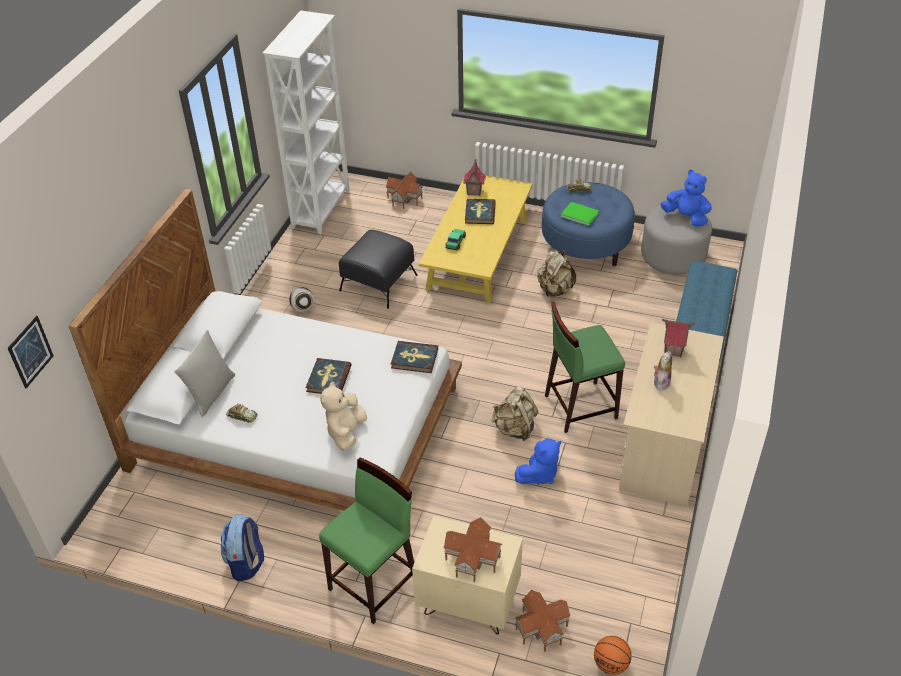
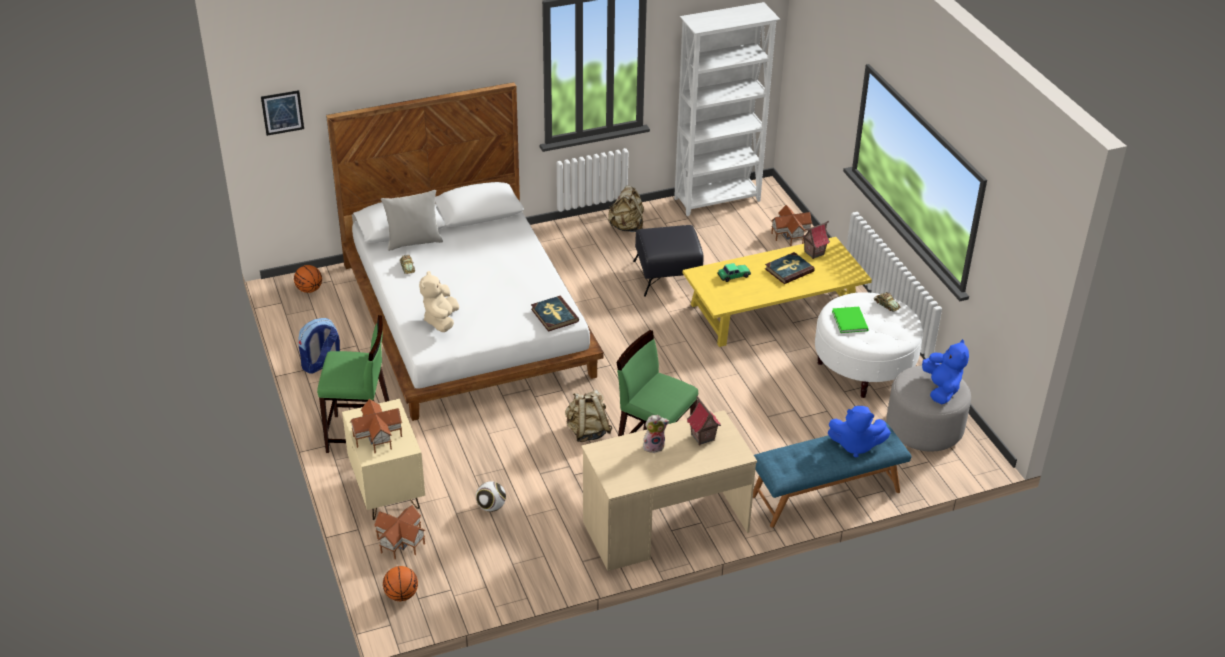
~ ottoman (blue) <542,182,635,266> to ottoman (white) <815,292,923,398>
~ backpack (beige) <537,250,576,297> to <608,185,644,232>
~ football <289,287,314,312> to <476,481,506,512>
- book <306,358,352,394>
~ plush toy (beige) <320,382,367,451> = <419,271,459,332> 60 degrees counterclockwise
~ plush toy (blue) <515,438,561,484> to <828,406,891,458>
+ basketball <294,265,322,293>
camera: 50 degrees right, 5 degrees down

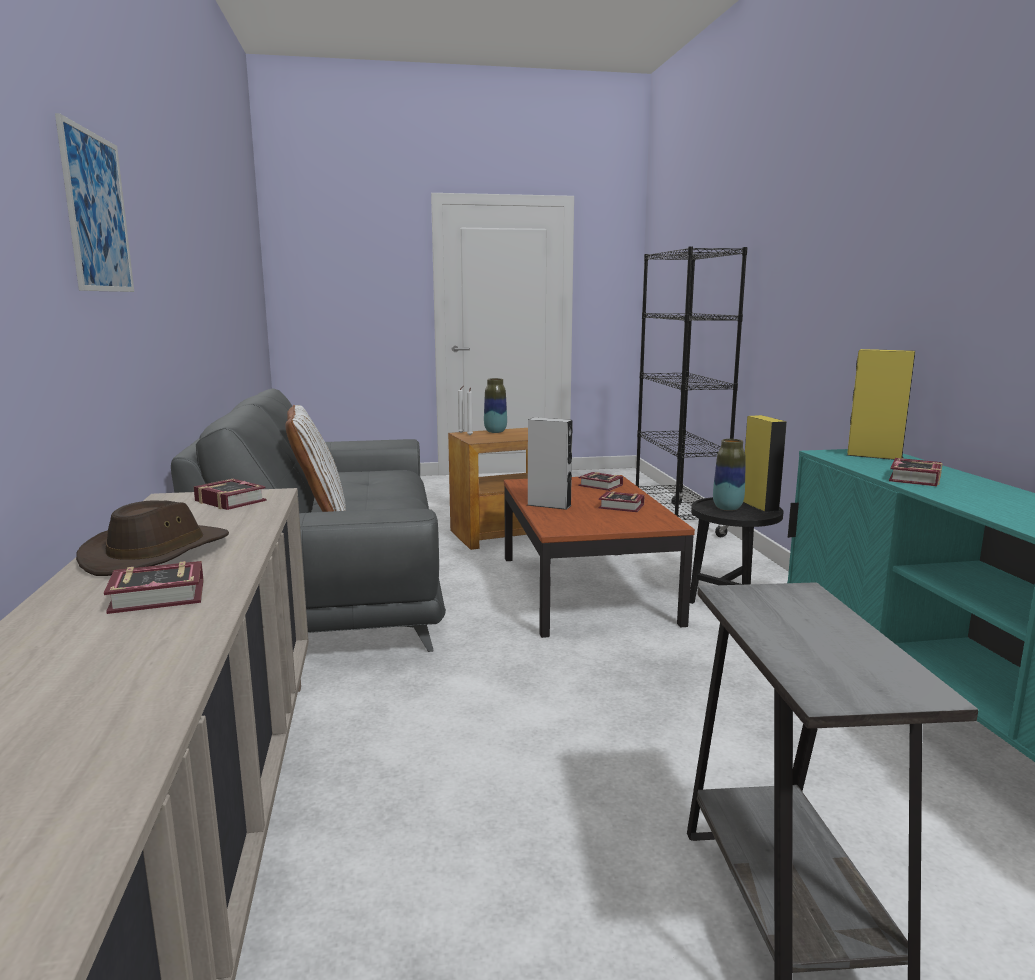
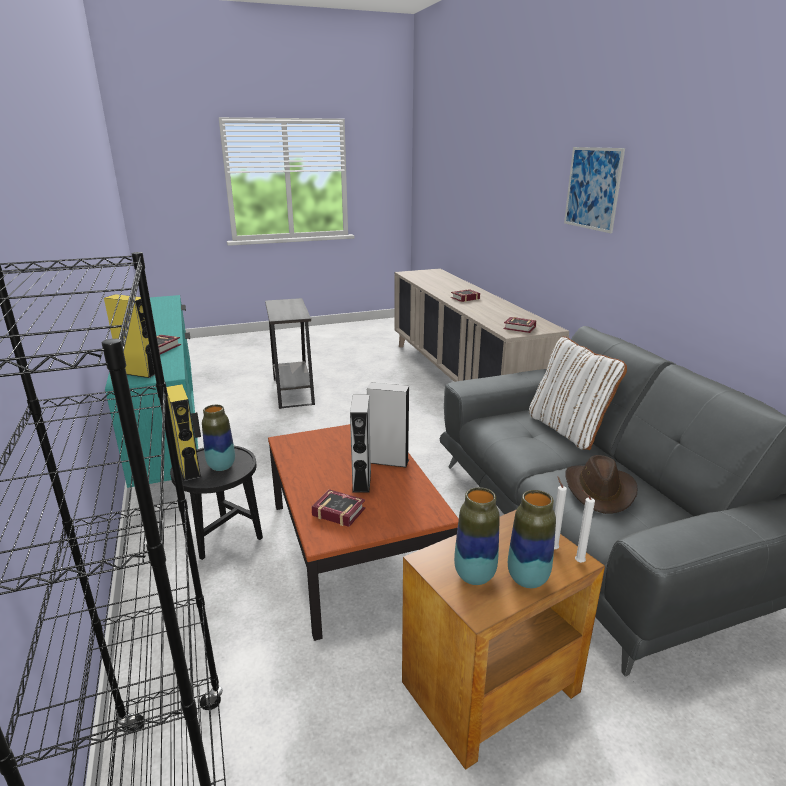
- book <598,491,645,512>
~ hat (brown) <76,500,229,576> to <565,455,637,514>
+ speaker (grey) <350,394,371,493>
+ vase <454,487,500,585>
camera: 170 degrees right, 10 degrees up

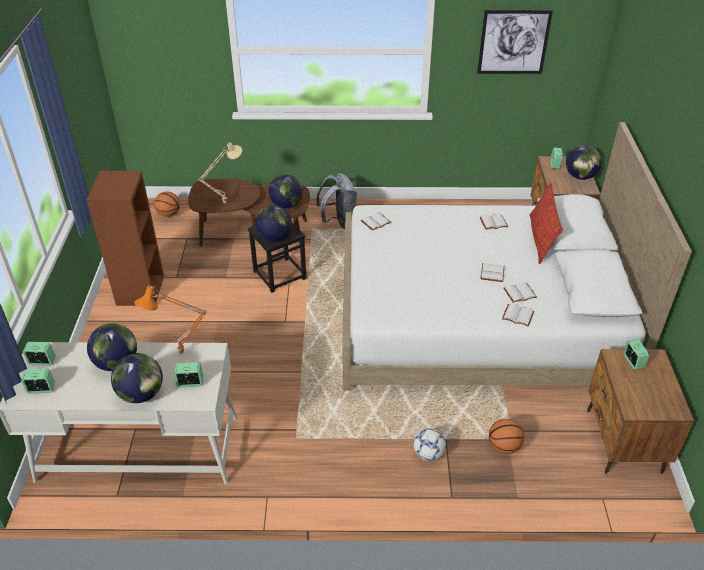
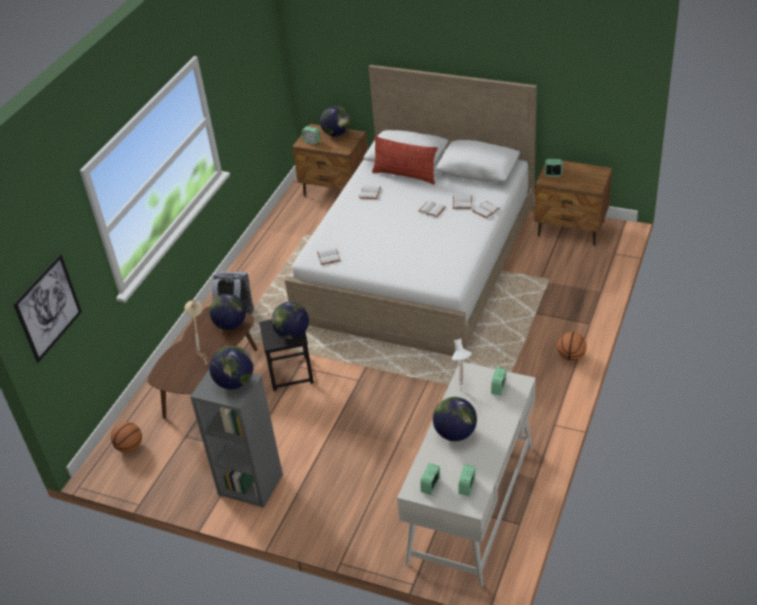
~ picture <477,10,553,74> to <13,254,82,363>
~ bookcase (brown) <87,171,164,306> to bookcase (grey) <190,370,283,507>
~ table lamp (orange) <134,286,207,355> to table lamp (white) <452,338,472,391>
~ globe <111,353,163,403> to <209,346,253,390>
~ basketball <489,419,524,454> to <557,332,587,361>
- football <414,428,446,461>
camera: 65 degrees left, 0 degrees up

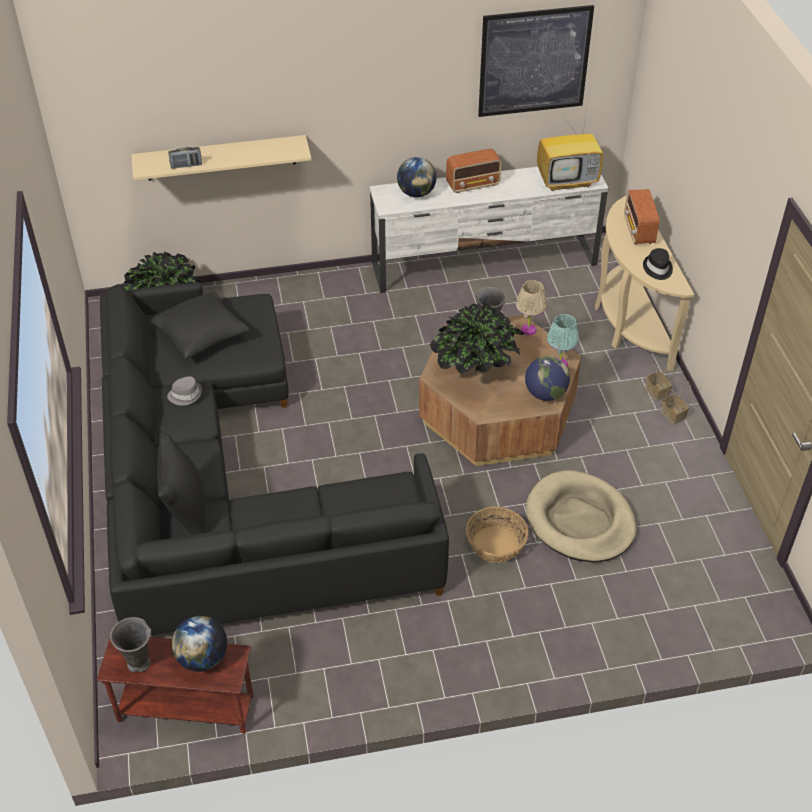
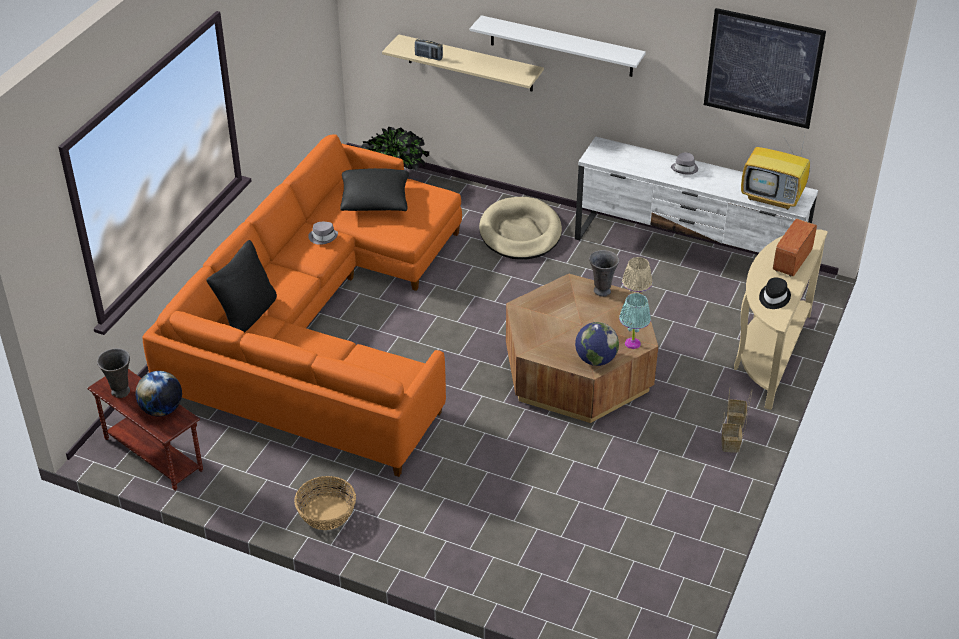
~ radio <446,149,502,193> to hat (grey) <671,152,698,175>
- globe <397,157,437,197>
~ sofa (black) <100,282,449,635> to sofa (orange) <143,134,462,477>
- potted plant <430,303,524,374>
~ dog bed (beige) <526,470,637,562> to <479,197,562,260>
~ basket <466,507,528,563> to <294,476,356,530>
+ shelf (white) <470,15,646,77>
camera: 35 degrees right, 5 degrees down

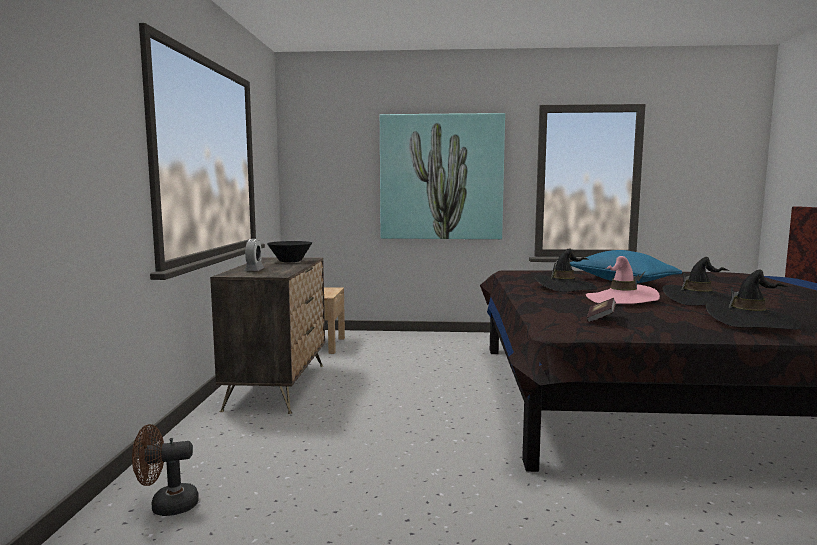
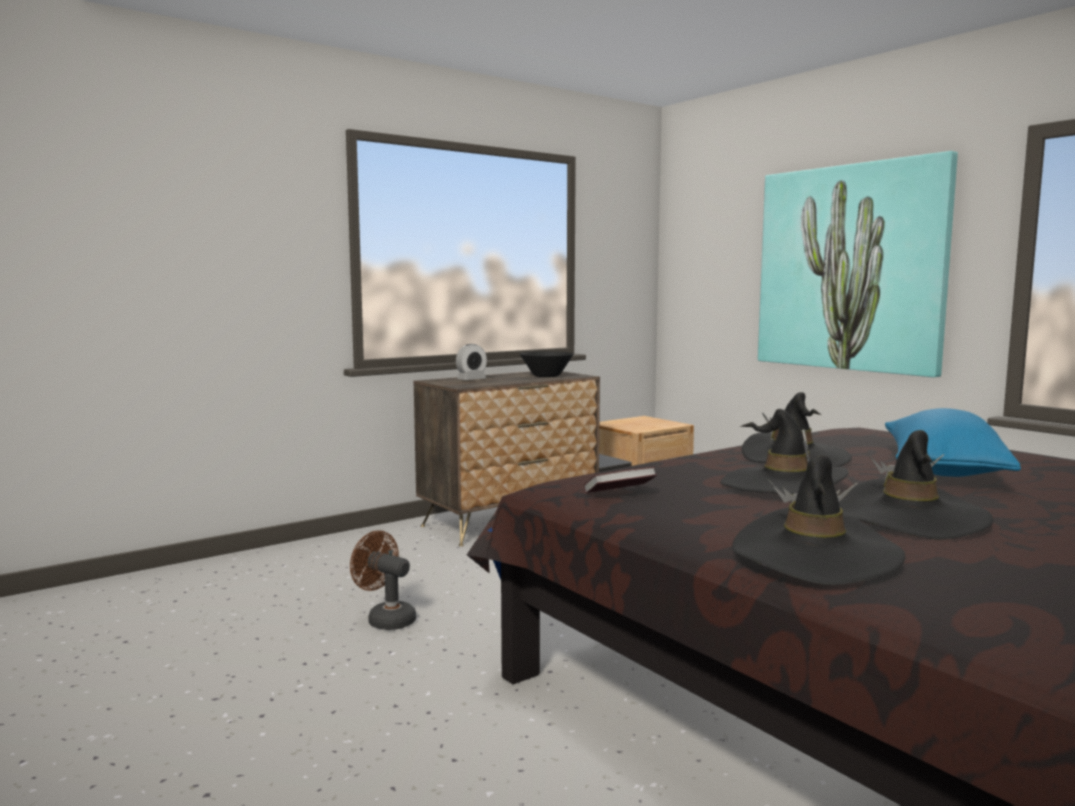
~ hat (pink) <586,256,660,304> to hat (black) <720,409,849,494>
~ fan (brown) <132,424,199,516> to <350,531,416,630>
camera: 50 degrees right, 0 degrees up

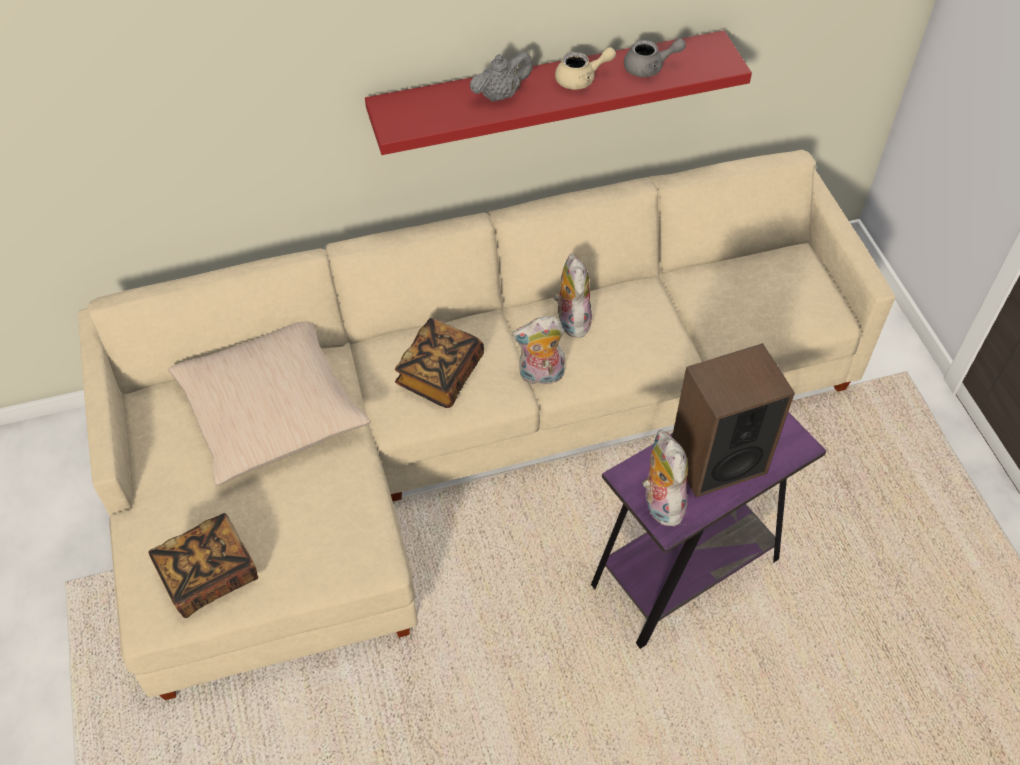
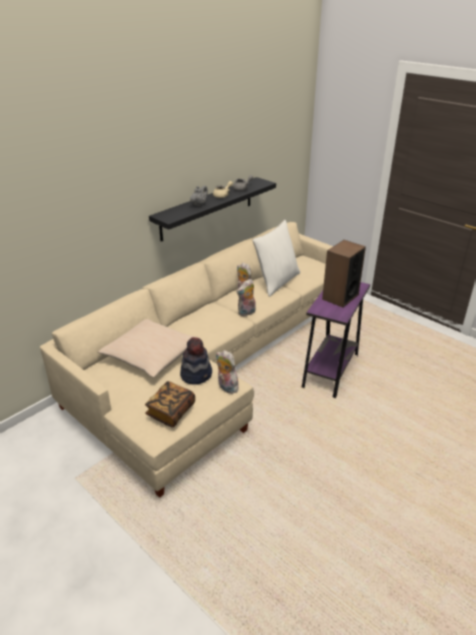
~ shelf (red) <365,30,752,155> to shelf (black) <149,177,276,241>
- book <395,318,484,408>
~ plush toy <643,429,688,526> to <216,350,239,394>
+ pillow (white) <252,220,300,297>
+ hat <180,337,212,385>
camera: 30 degrees left, 20 degrees down

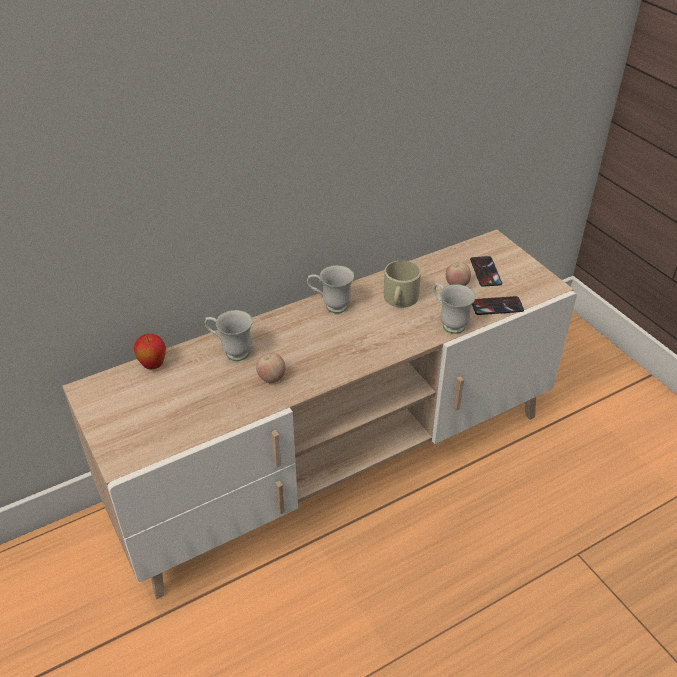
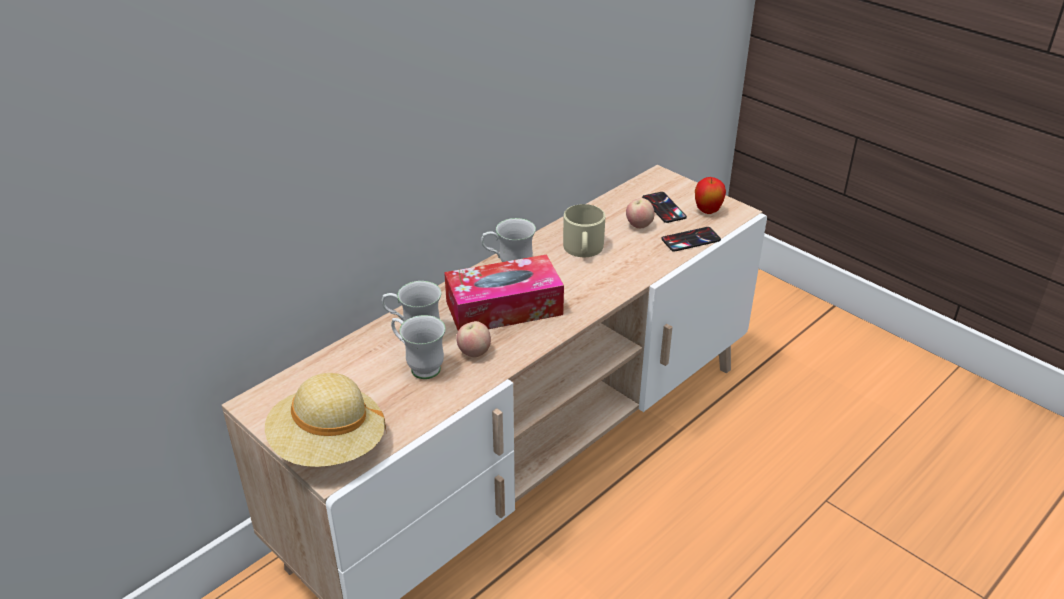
~ mug (white) <434,283,476,334> to <391,315,446,379>
~ apple <134,334,166,369> to <695,177,726,214>
+ tissue box <444,254,564,331>
+ hat (beige) <265,373,387,467>
camera: 15 degrees left, 5 degrees down

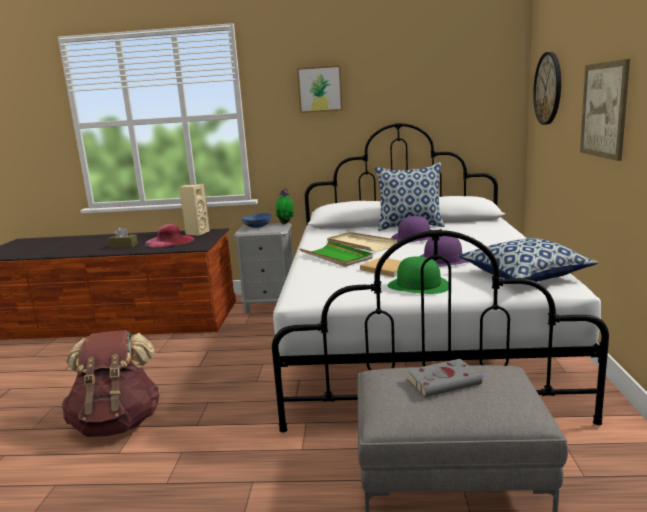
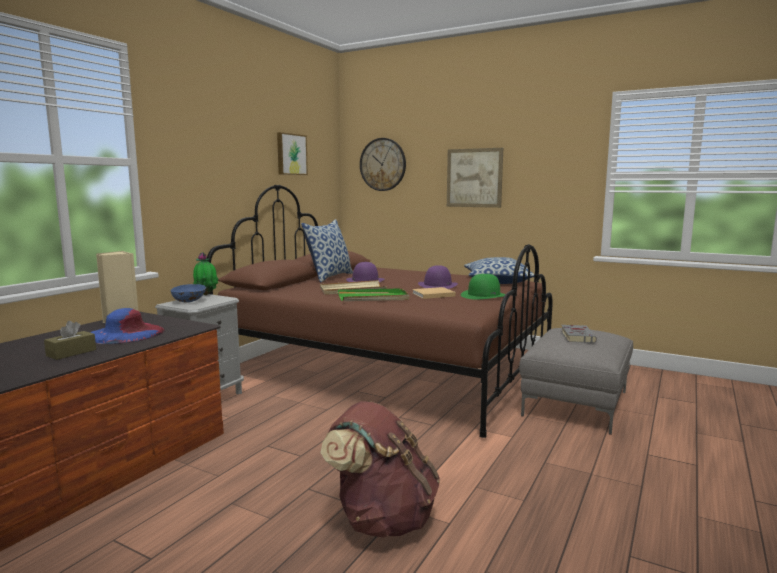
~ picture <297,65,343,113> to <277,132,308,175>
~ bed (white) <272,123,609,433> to bed (brown) <207,185,553,438>
~ hat (pink) <145,224,194,248> to hat (blue) <90,308,165,344>
camera: 65 degrees left, 5 degrees down

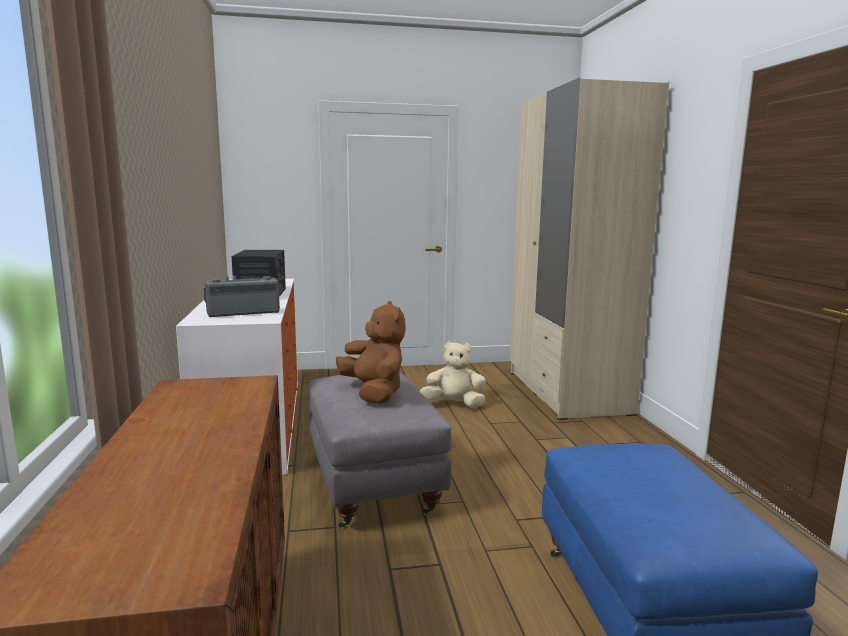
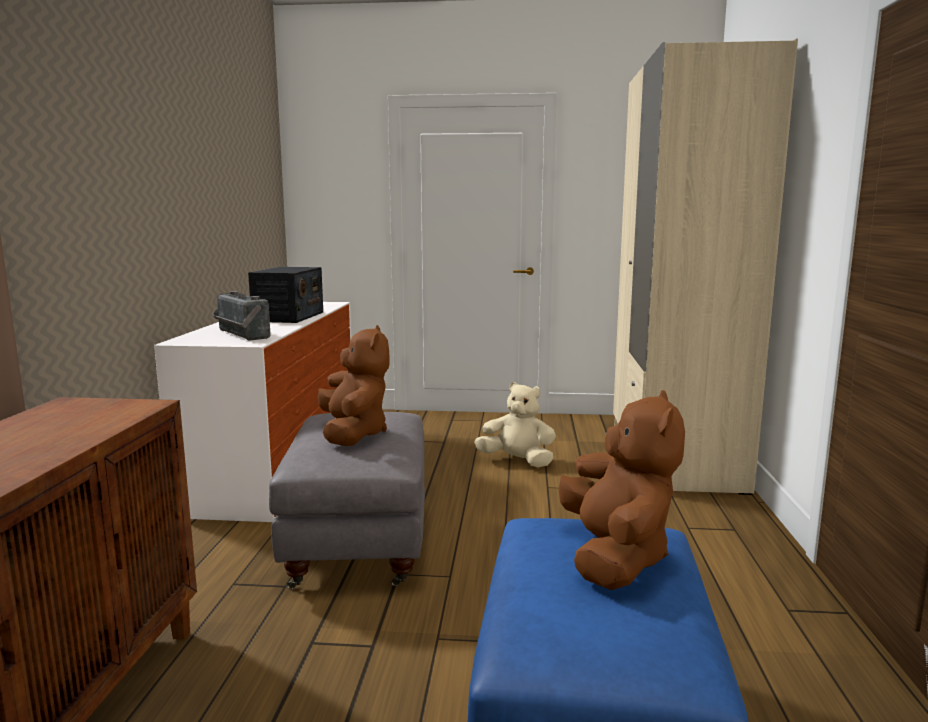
~ radio <204,276,280,318> = <212,291,271,341> 120 degrees counterclockwise
+ plush toy (brown) <558,390,685,590>
camera: 15 degrees right, 0 degrees up

